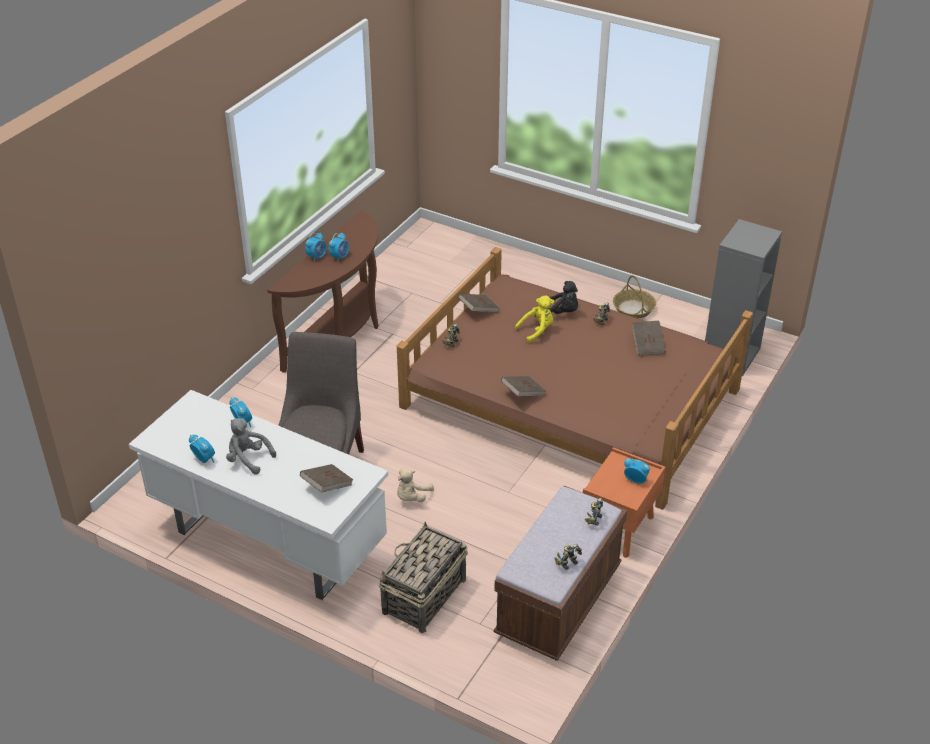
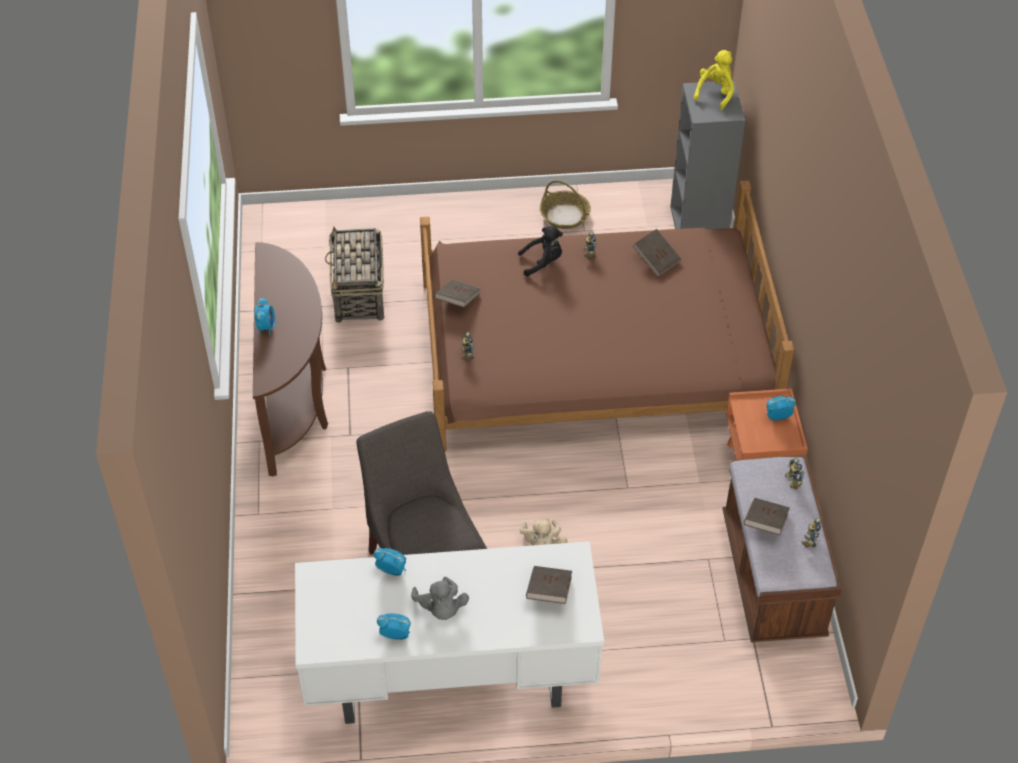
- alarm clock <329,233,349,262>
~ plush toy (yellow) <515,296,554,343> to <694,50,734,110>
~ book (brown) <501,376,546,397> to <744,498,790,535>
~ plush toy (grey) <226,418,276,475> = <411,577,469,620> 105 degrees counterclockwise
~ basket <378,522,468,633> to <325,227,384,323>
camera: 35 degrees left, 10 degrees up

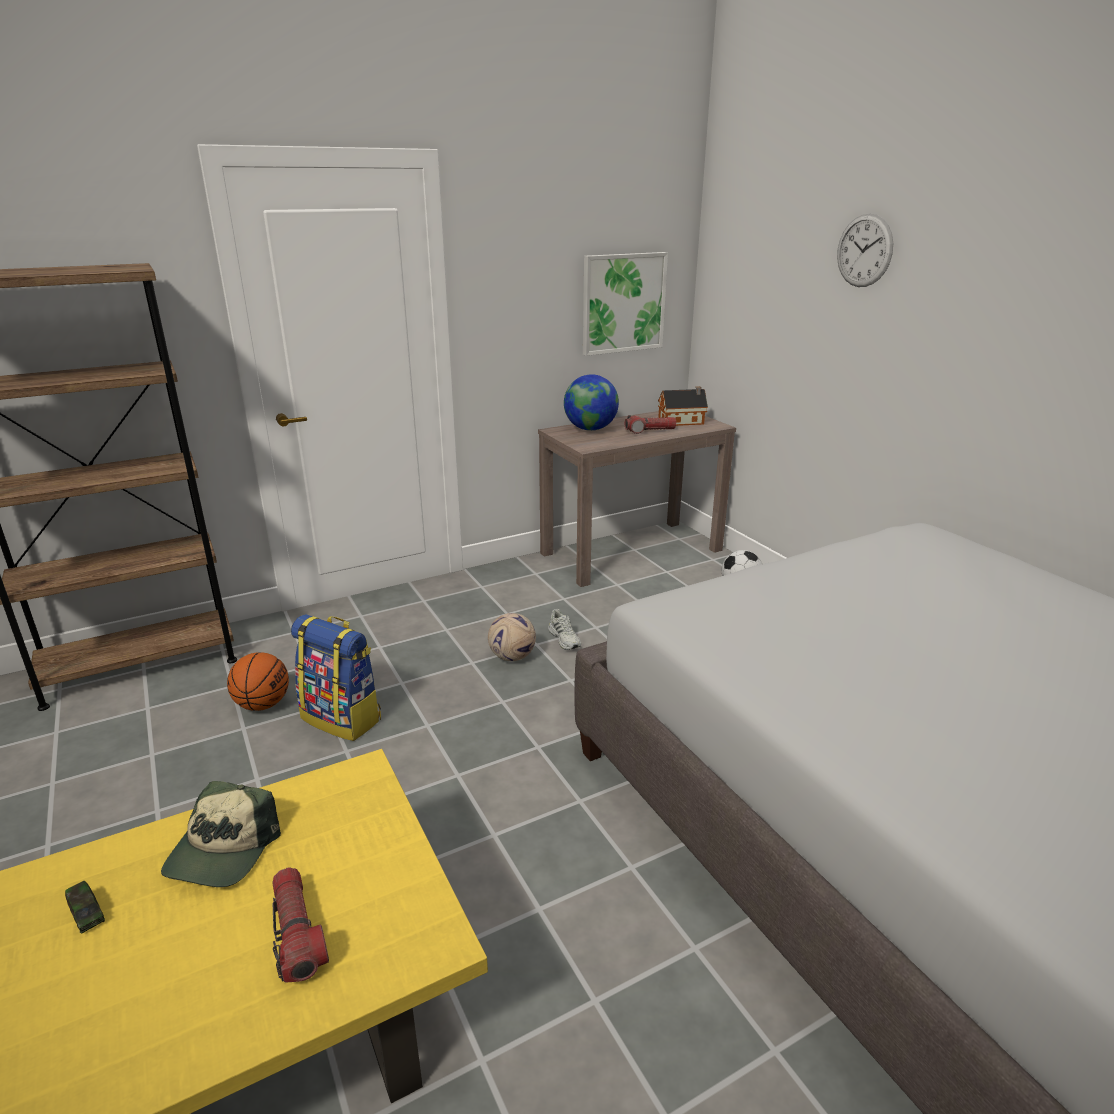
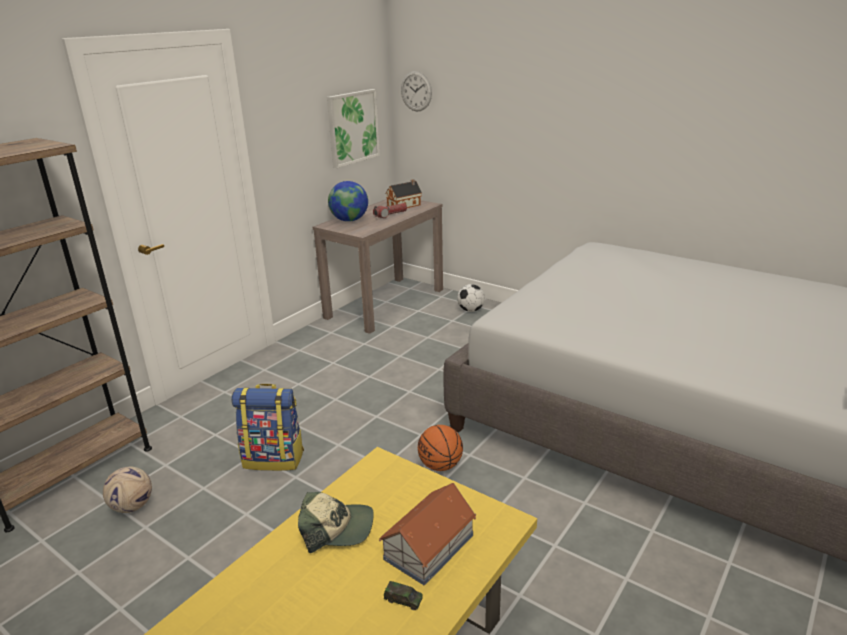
~ wall clock <837,213,893,287> to <401,71,432,111>
- shoe (white) <548,609,581,650>
~ football <488,613,536,661> to <103,466,152,513>
~ basketball <227,652,289,711> to <418,425,463,471>
~ cap <161,781,281,887> = <298,492,374,553> 75 degrees counterclockwise
~ flashlight <272,867,329,982> to toy house <379,483,477,585>
~ toy car <65,881,105,934> to <384,581,423,610>
camera: 25 degrees left, 0 degrees up

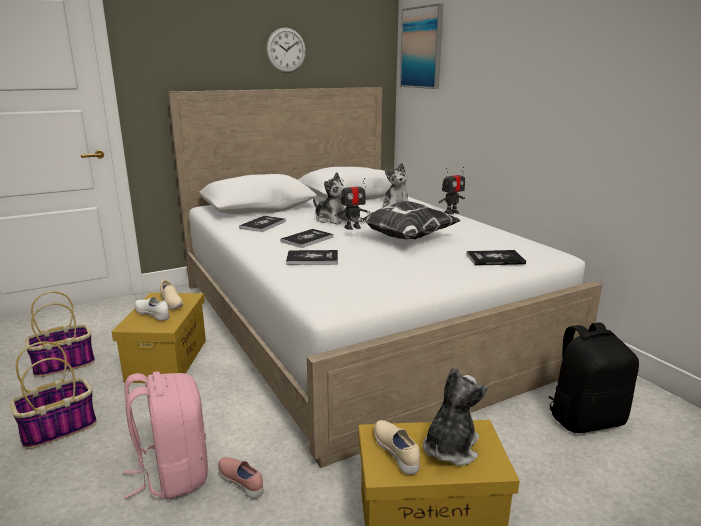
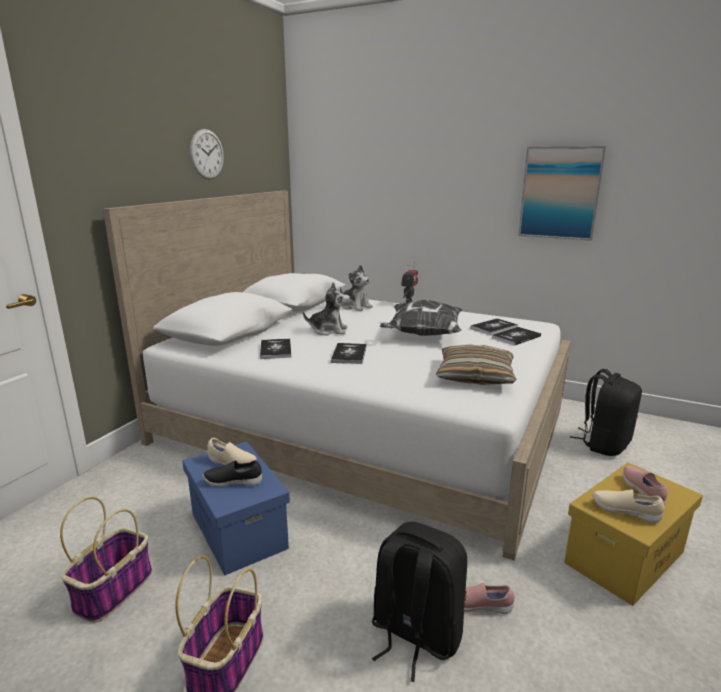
~ picture <400,3,443,89> to <518,146,606,241>
- toy robot <335,178,370,230>
~ book <286,250,338,265> to <470,318,518,335>
~ storage box (yellow) <112,292,206,383> to storage box (blue) <182,442,290,575>
~ shoe (white) <135,297,169,321> to shoe (black) <203,460,262,487>
~ plush toy <423,366,488,466> to shoe (pink) <623,466,668,507>
~ backpack (pink) <123,372,208,500> to backpack (black) <372,522,467,682>
+ pillow <436,345,517,385>
camera: 35 degrees left, 0 degrees up

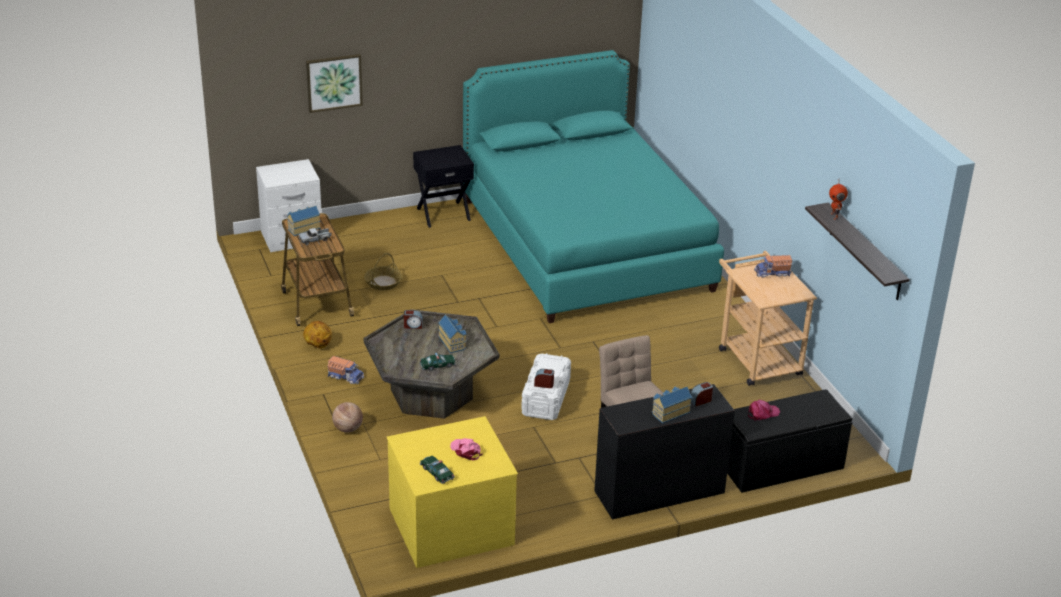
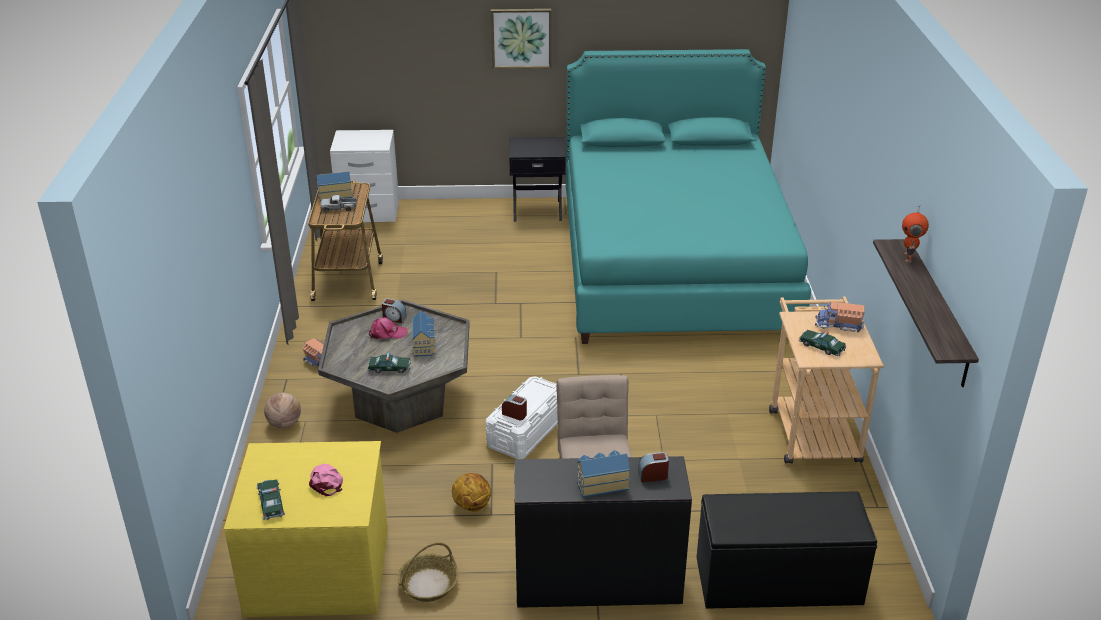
~ picture <306,54,363,113> to <491,9,552,69>
~ basket <364,253,402,290> to <397,542,459,602>
~ basketball <303,321,332,349> to <452,473,491,512>
~ cap (pink) <748,400,780,421> to <369,317,408,340>
+ toy car <799,330,846,356>
camera: 20 degrees right, 0 degrees up

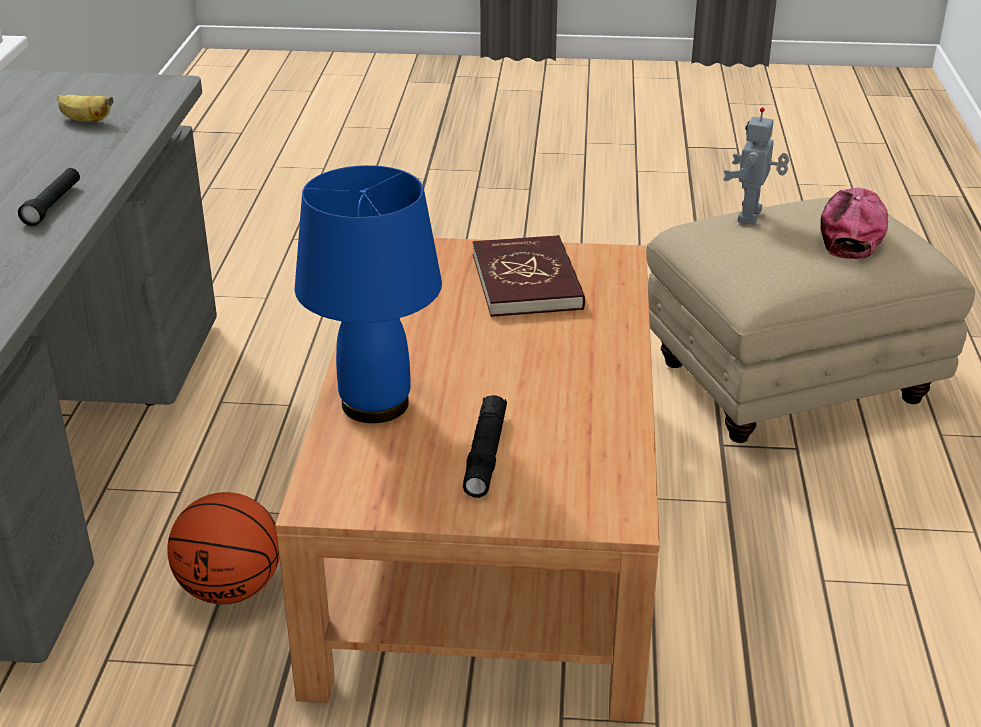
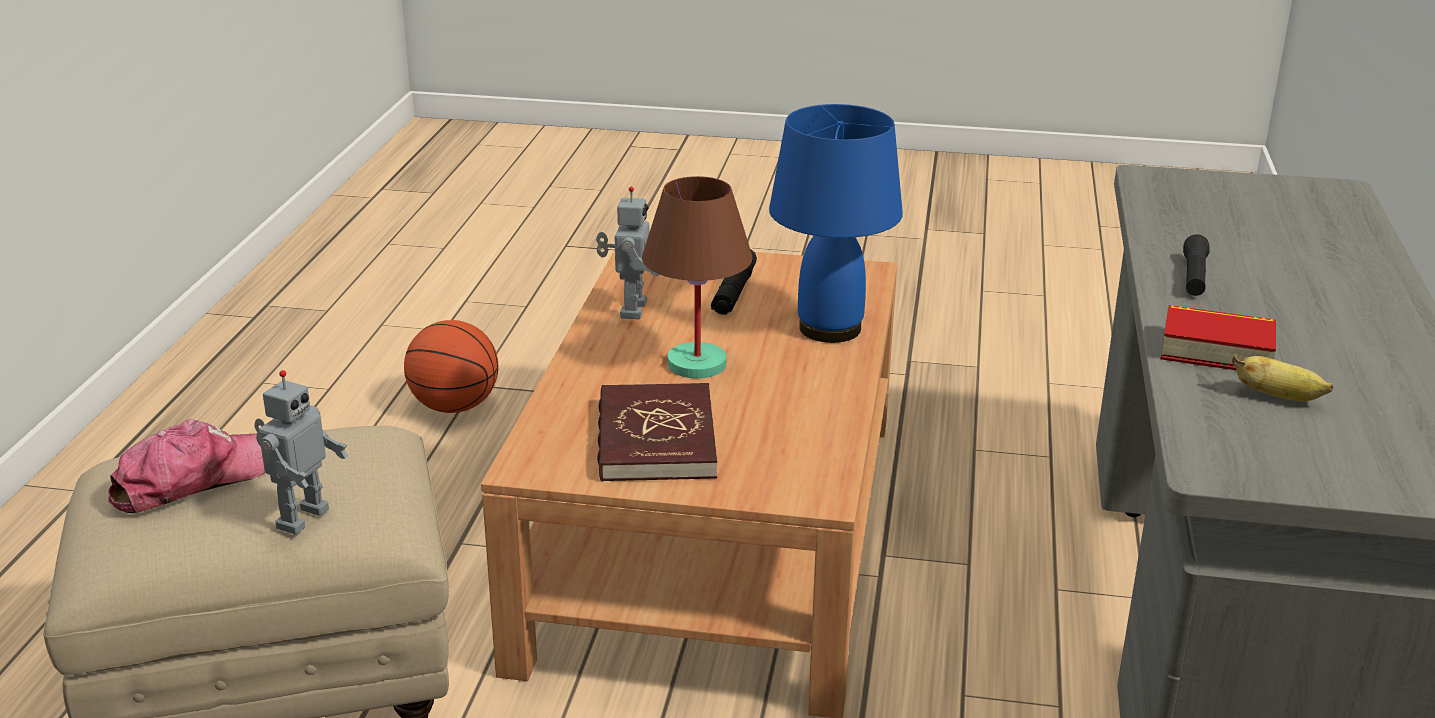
~ cap <821,188,888,259> = <108,419,265,513> 150 degrees counterclockwise
~ basketball <167,492,280,604> to <404,320,498,413>
+ table lamp (brown) <642,176,753,379>
+ toy robot <596,187,660,319>
+ book <1161,305,1276,370>
camera: 175 degrees left, 5 degrees down

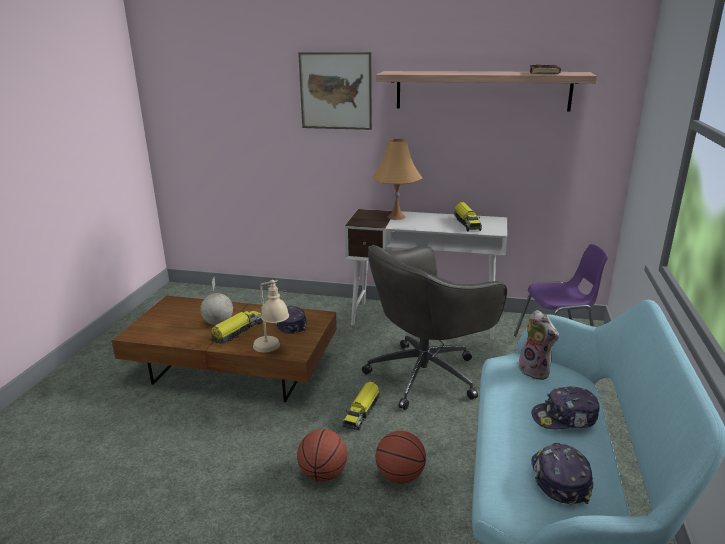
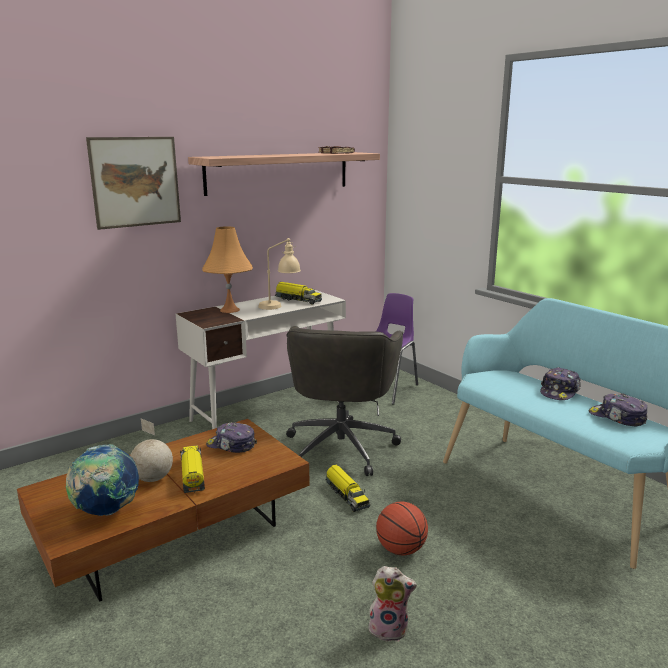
~ table lamp (beige) <253,280,289,352> to <258,238,301,310>
~ plush toy <519,310,559,380> to <368,566,417,642>
- basketball <375,431,426,484>
+ globe <66,444,139,516>
camera: 50 degrees left, 5 degrees down

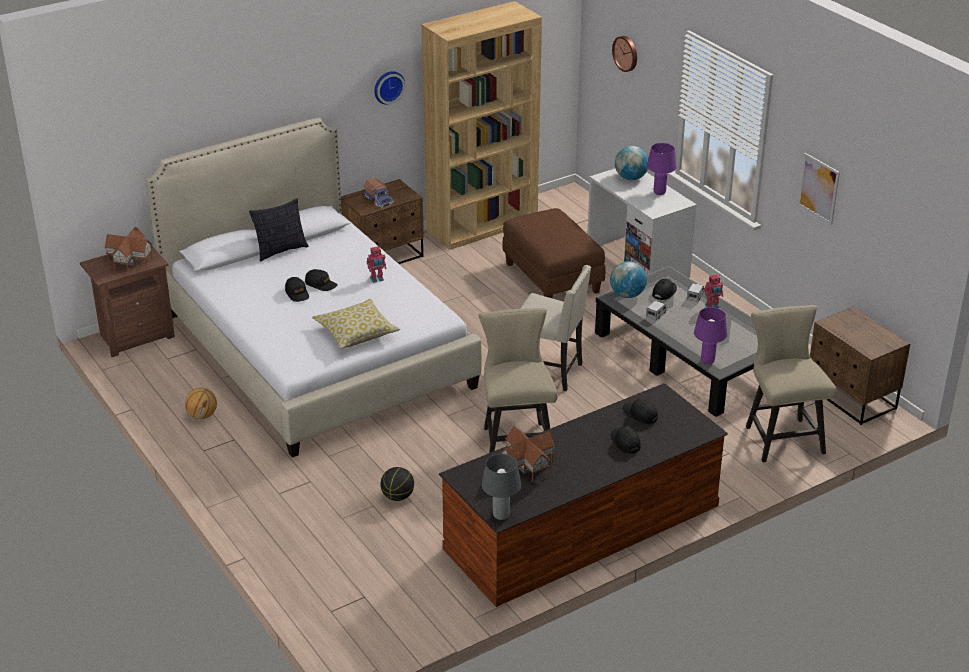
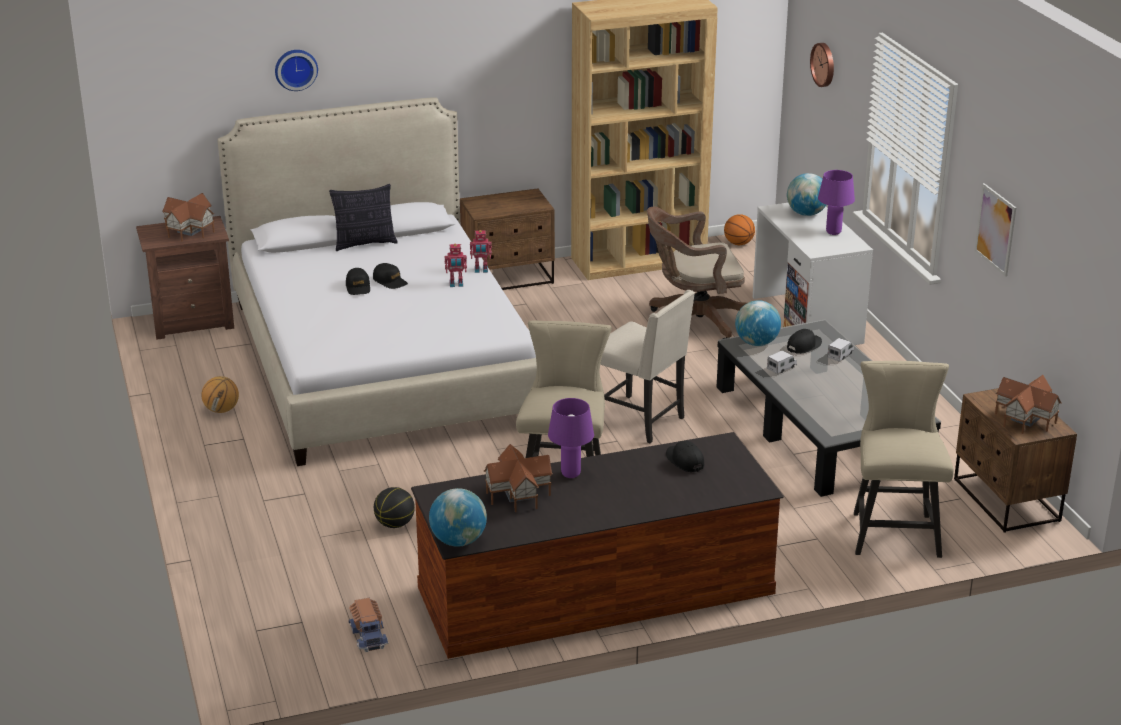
~ wall clock <374,71,405,105> to <275,50,318,91>
~ toy truck <363,178,394,208> to <349,598,389,652>
~ ottoman (brown) <503,208,605,298> to office chair (brown) <647,207,747,339>
~ toy robot <704,274,723,308> to <470,230,492,273>
- pillow <312,299,400,349>
~ table lamp (purple) <694,307,727,364> to <548,398,594,478>
- cap (black) <611,426,641,454>
~ table lamp (grey) <482,454,521,520> to globe <429,488,487,547>
+ basketball <724,214,755,245>
+ toy house <995,375,1061,434>
camera: 15 degrees right, 5 degrees down

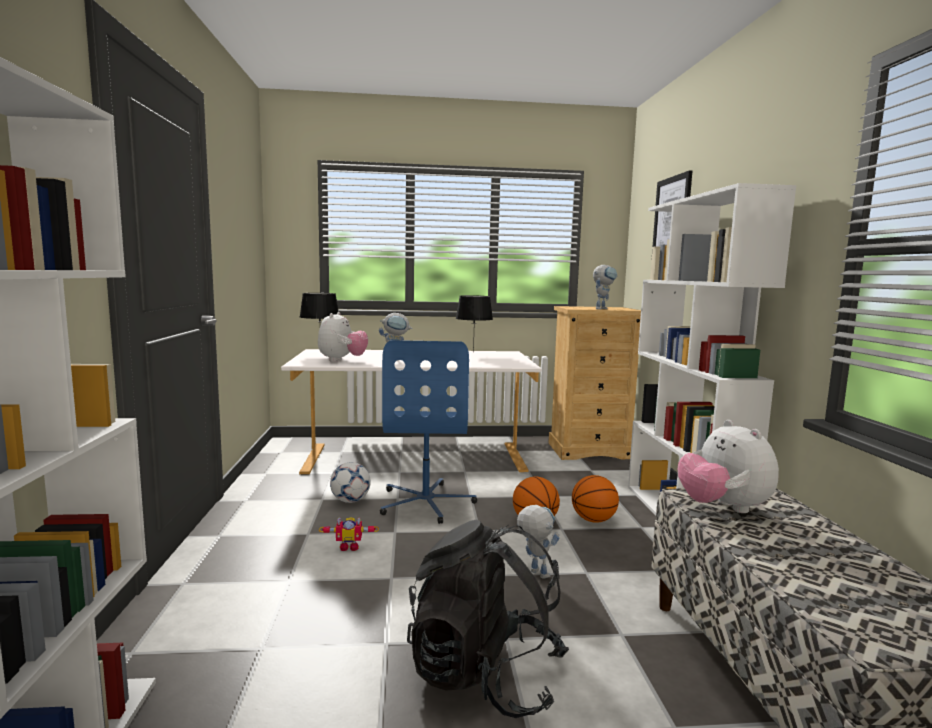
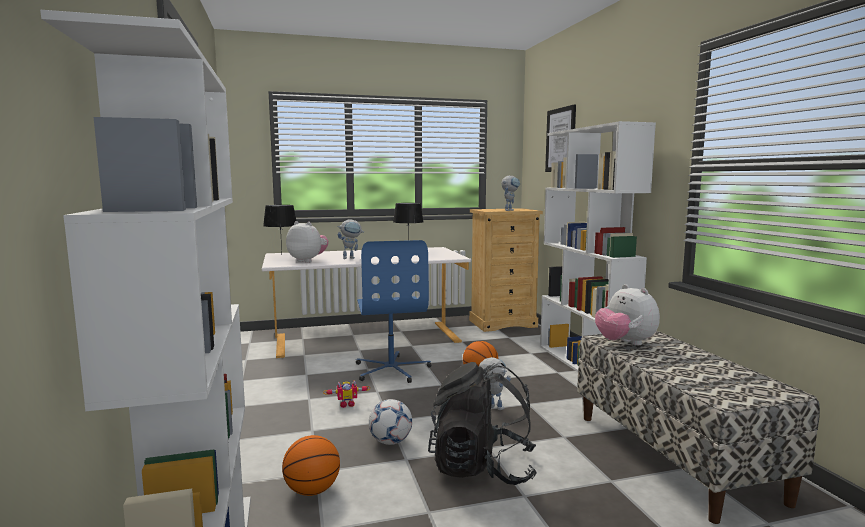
~ plush toy <318,312,368,362> = <286,221,328,263> 60 degrees counterclockwise
~ football <330,462,371,503> to <369,399,412,445>
~ basketball <572,475,619,523> to <282,435,340,496>
camera: 10 degrees left, 0 degrees up

